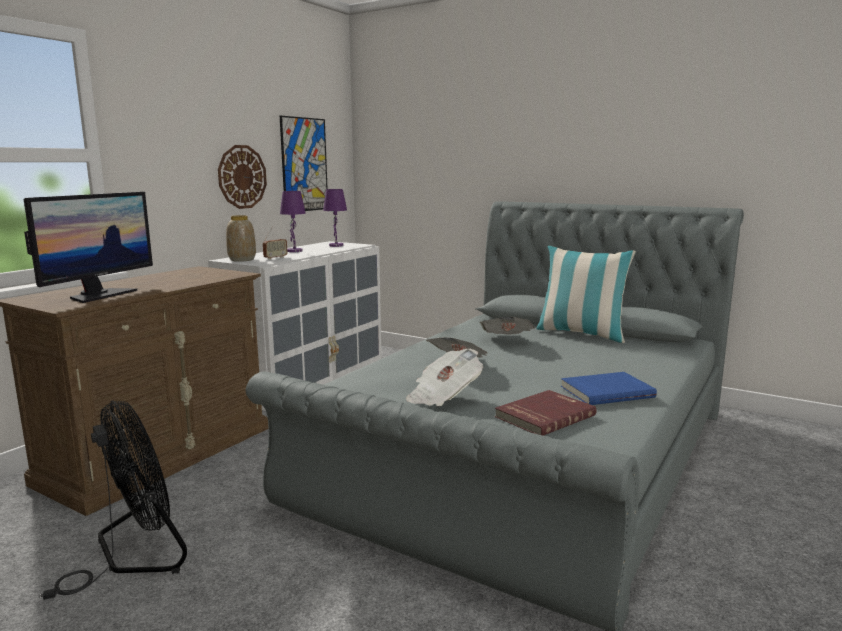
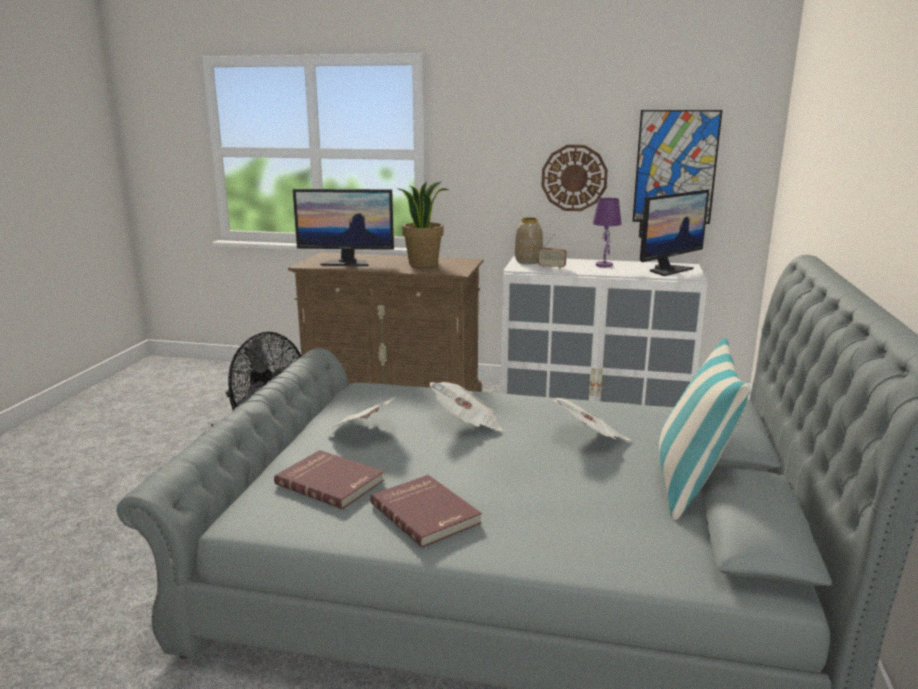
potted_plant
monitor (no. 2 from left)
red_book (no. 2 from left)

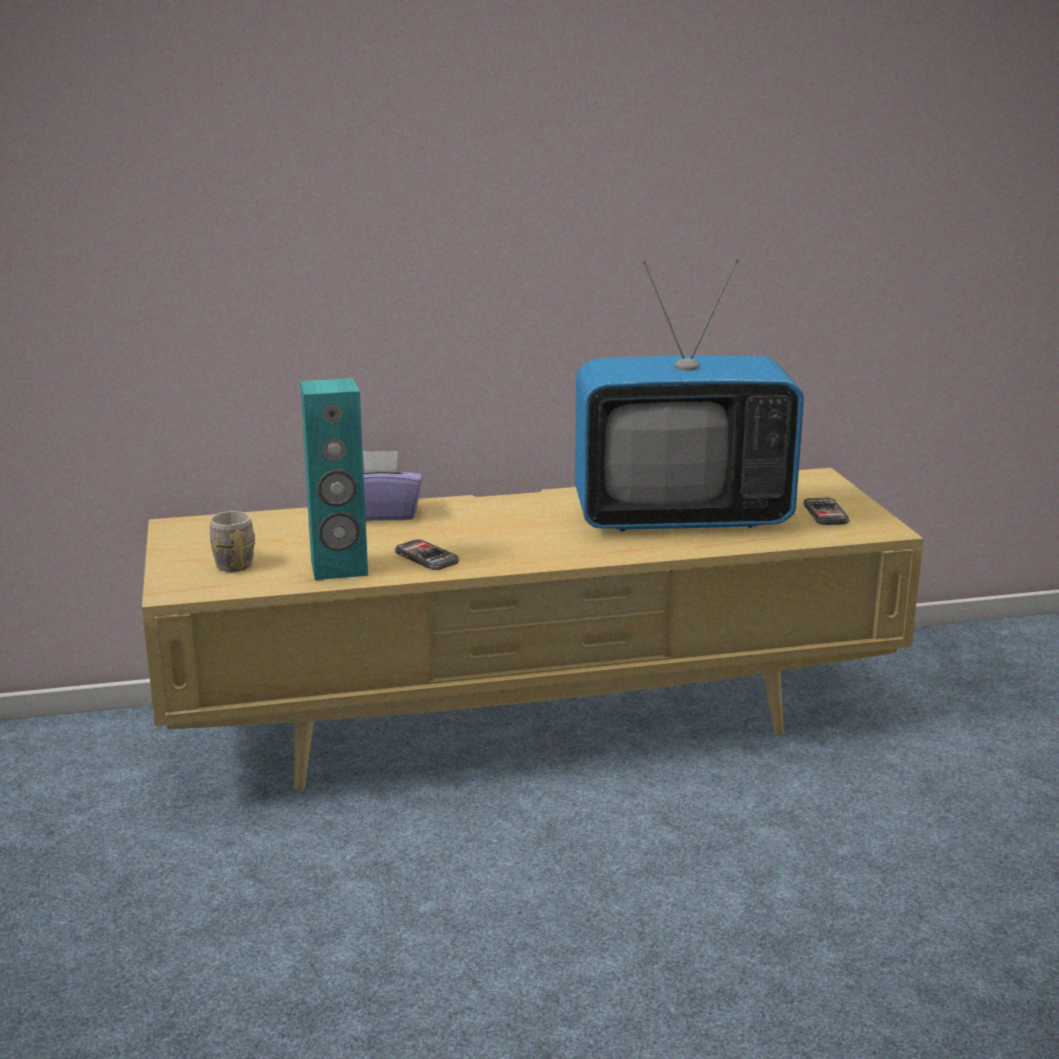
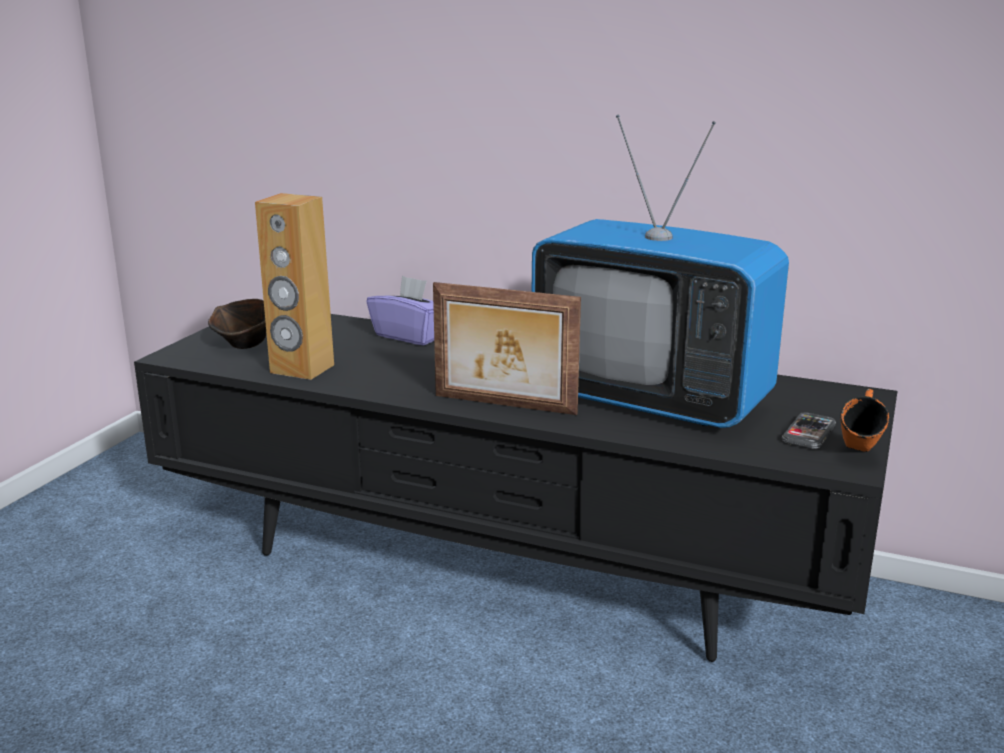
phone (no. 1 from left in the first image)
picture_frame
orange_mug
brown_bowl
black_tv_stand
brown_speaker

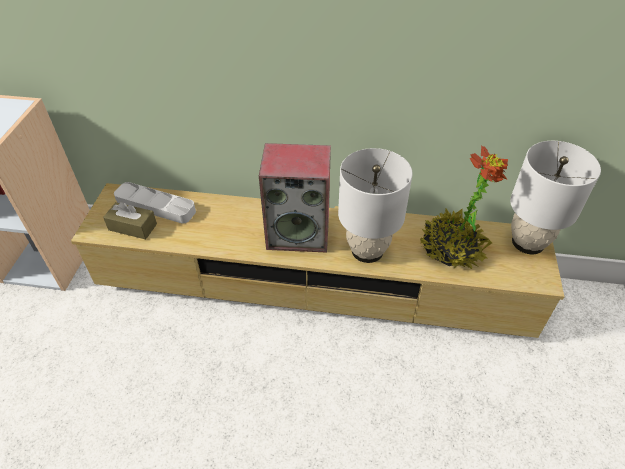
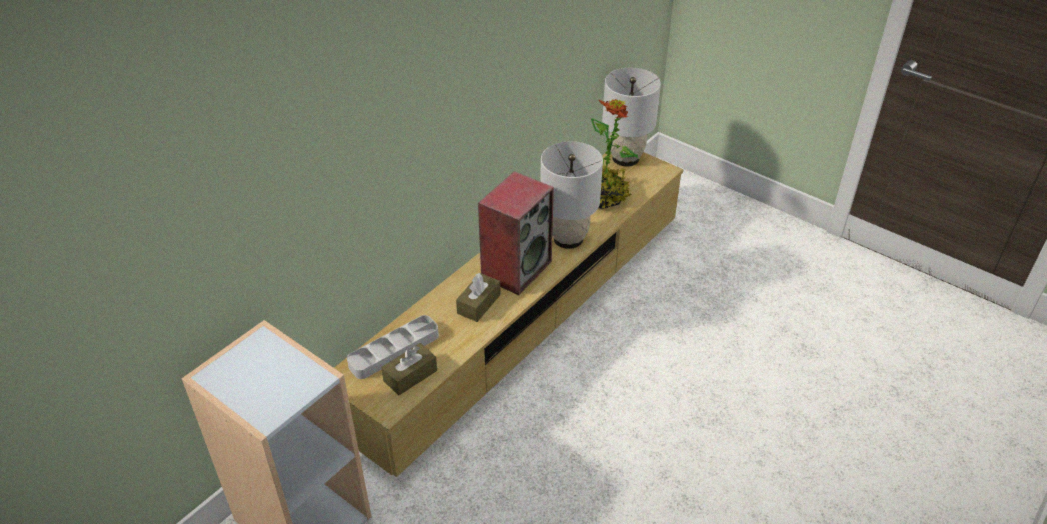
brown_tissue_box (no. 2 from left)

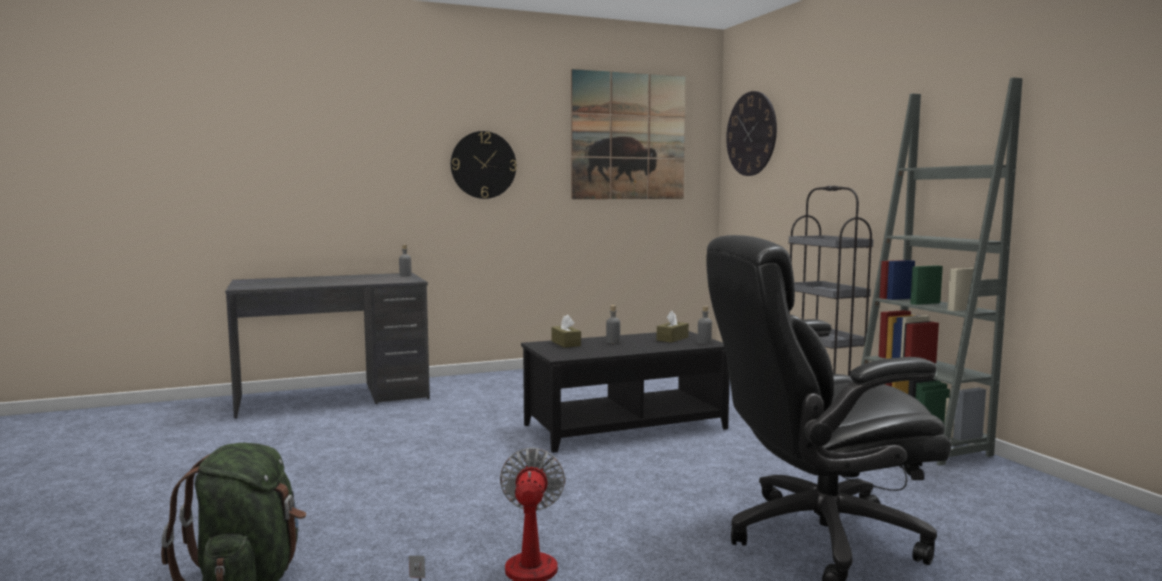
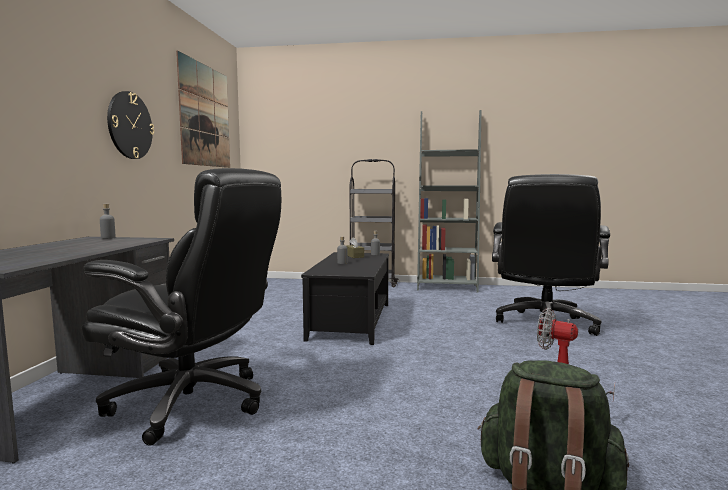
brown_tissue_box (no. 1 from left in the first image)
wall_clock (no. 2 from left in the first image)
black_office_chair (no. 1 from left)

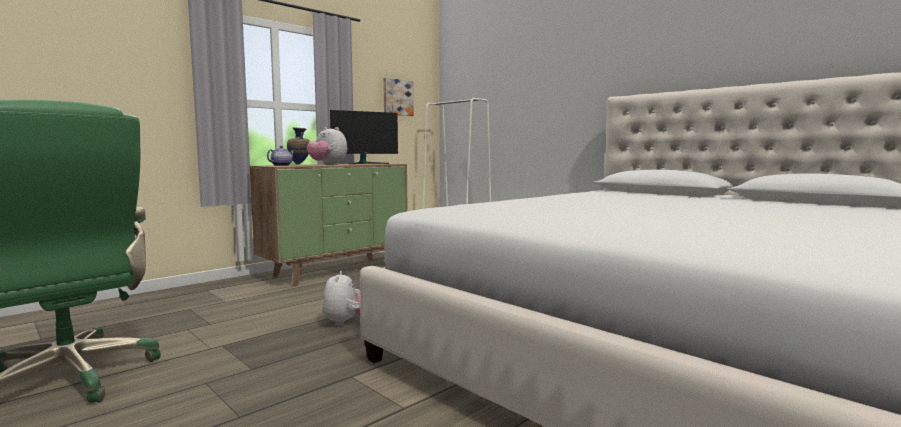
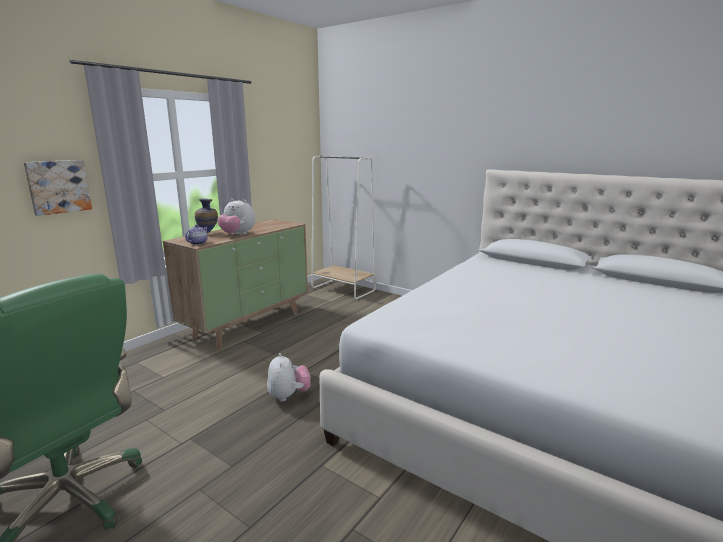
monitor
picture

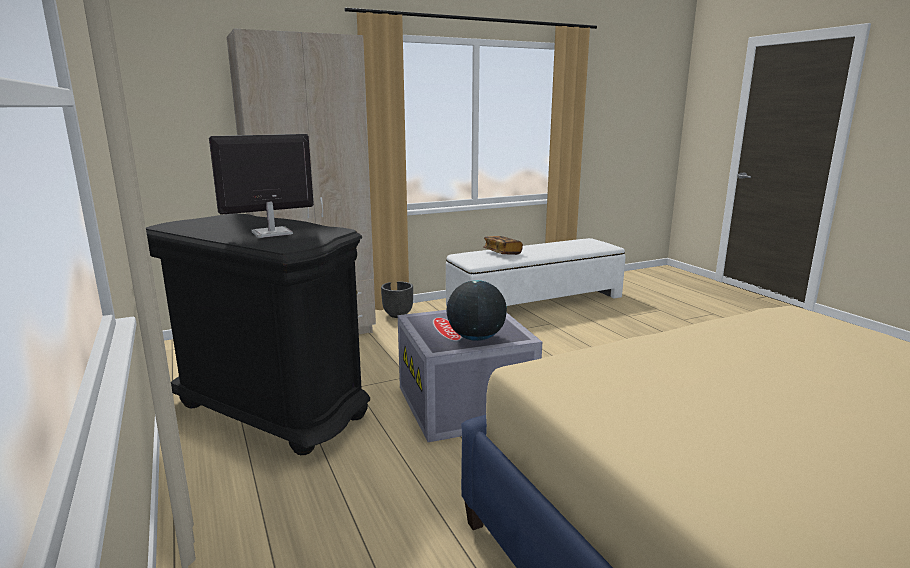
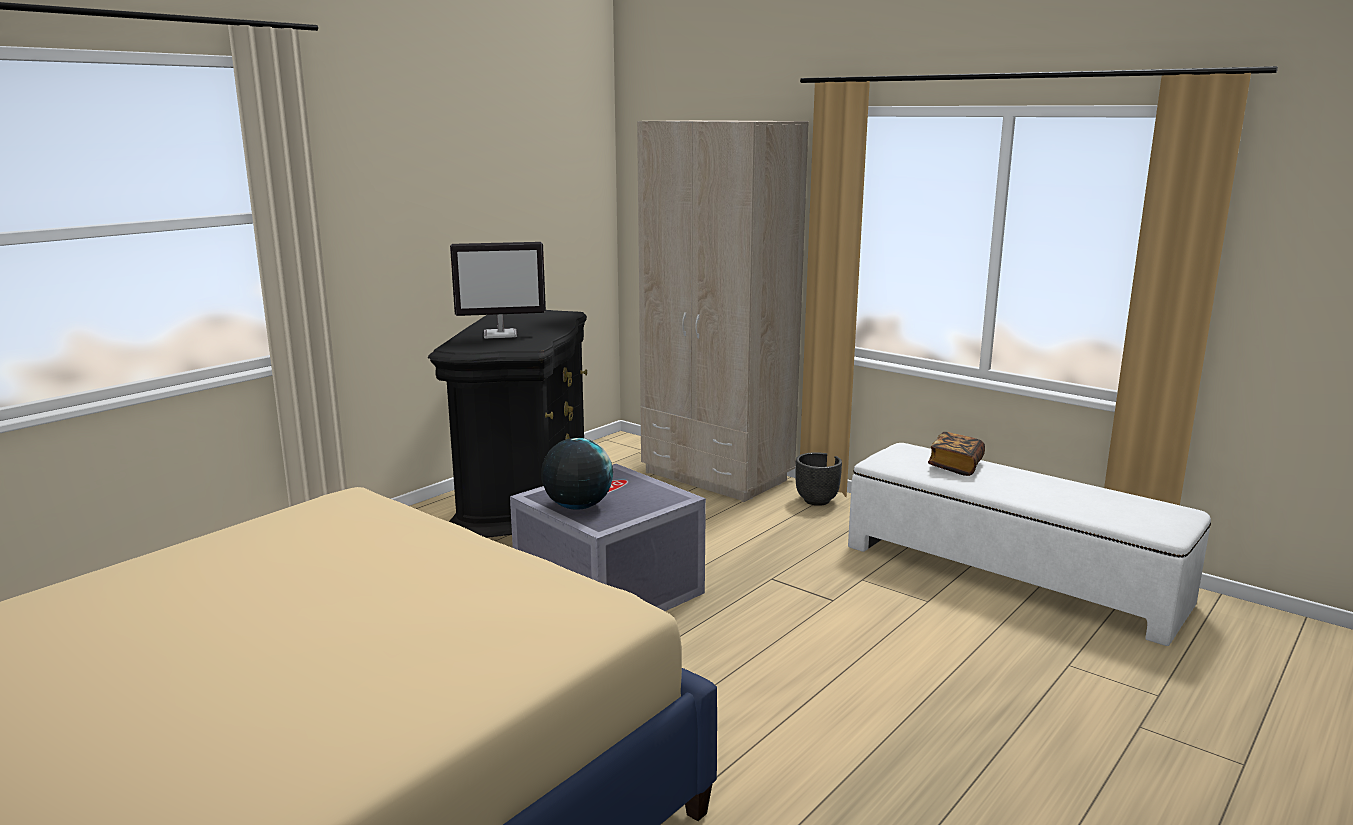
monitor

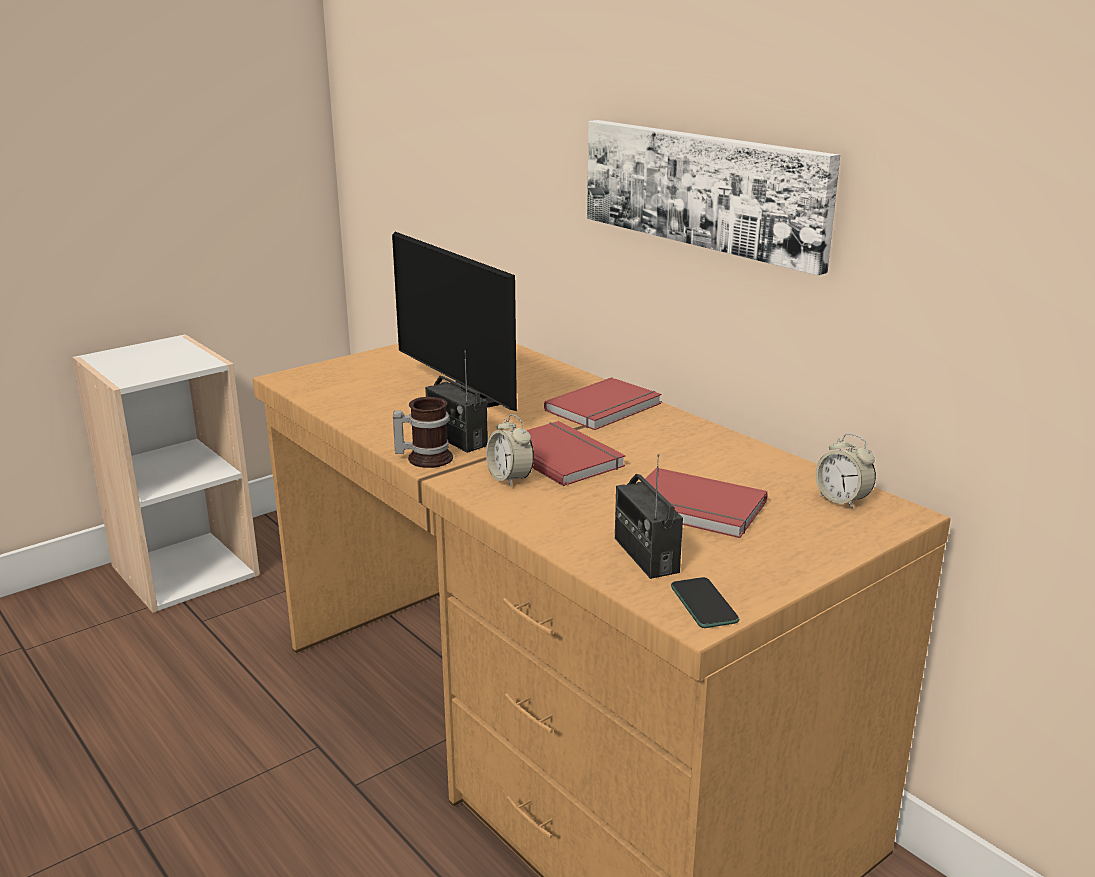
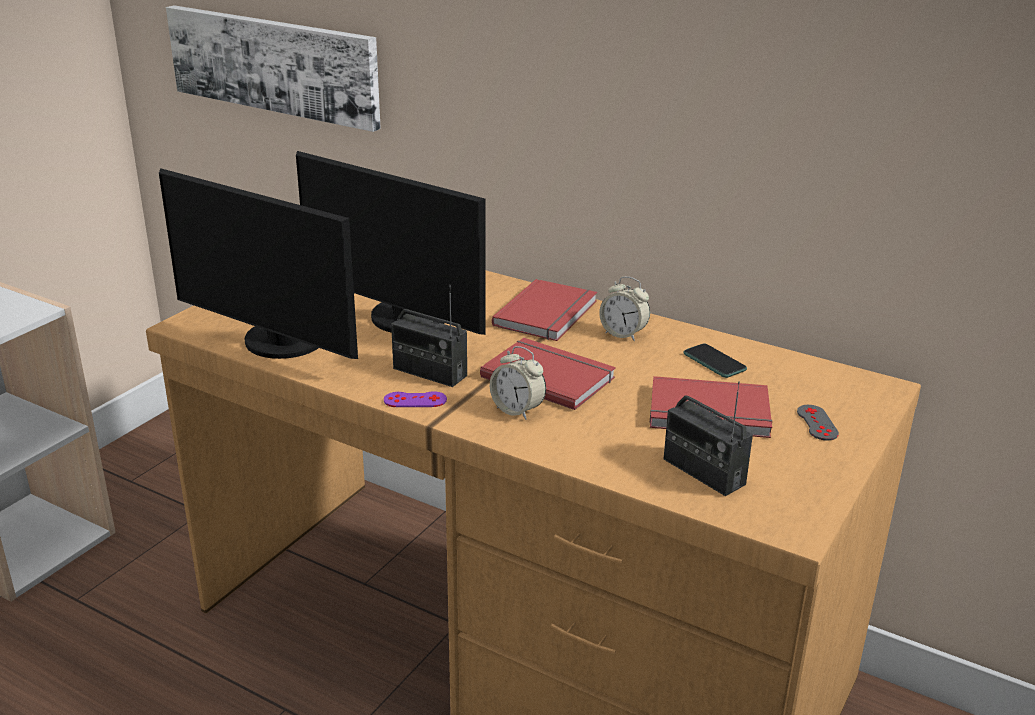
monitor (no. 1 from left)
grey_game_controller
picture
phone
alarm_clock (no. 2 from left)
purple_game_controller

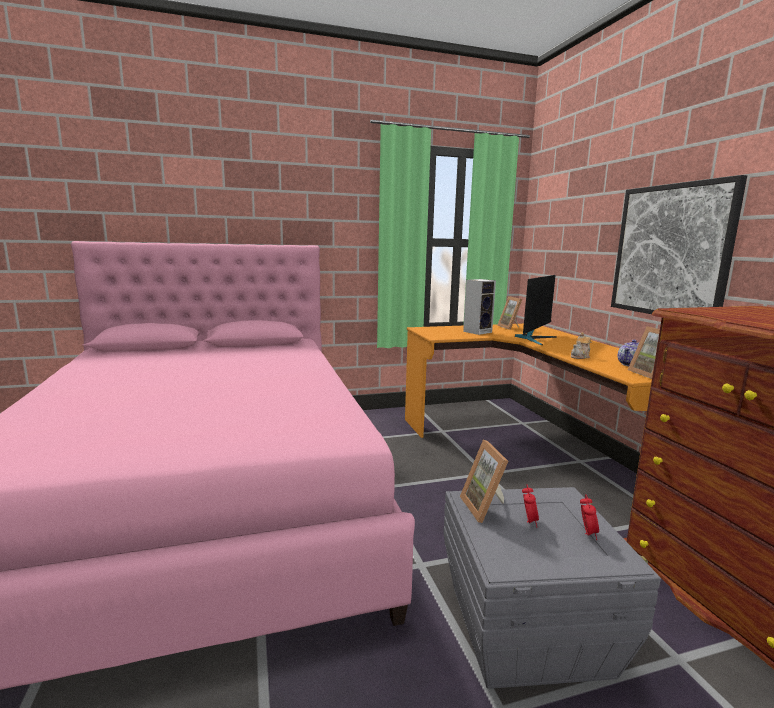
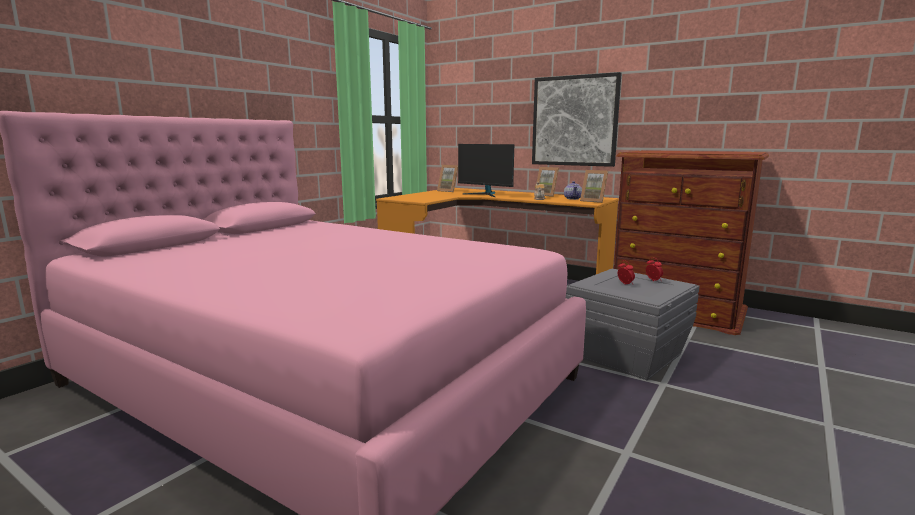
speaker
picture_frame (no. 2 from left)
monitor

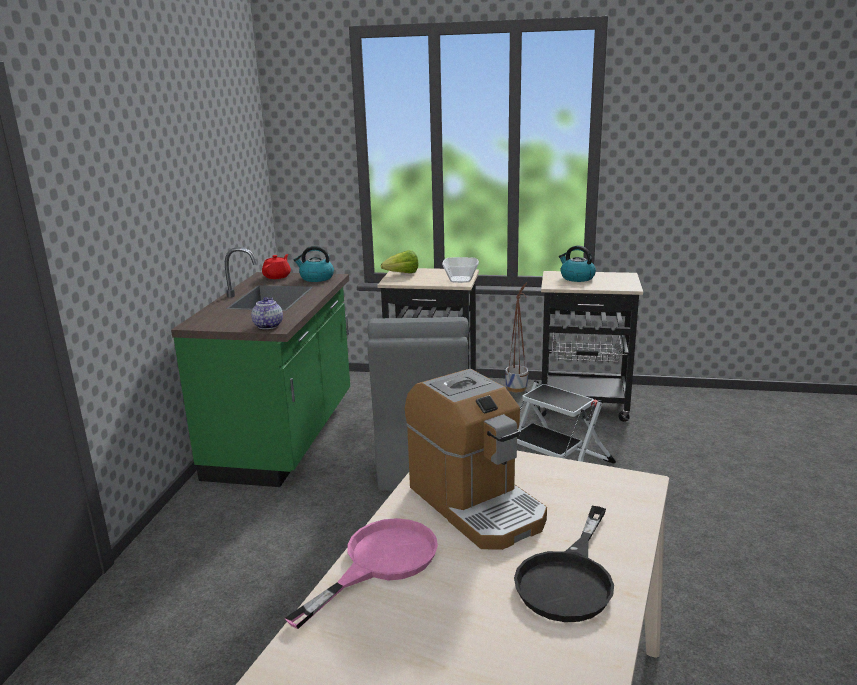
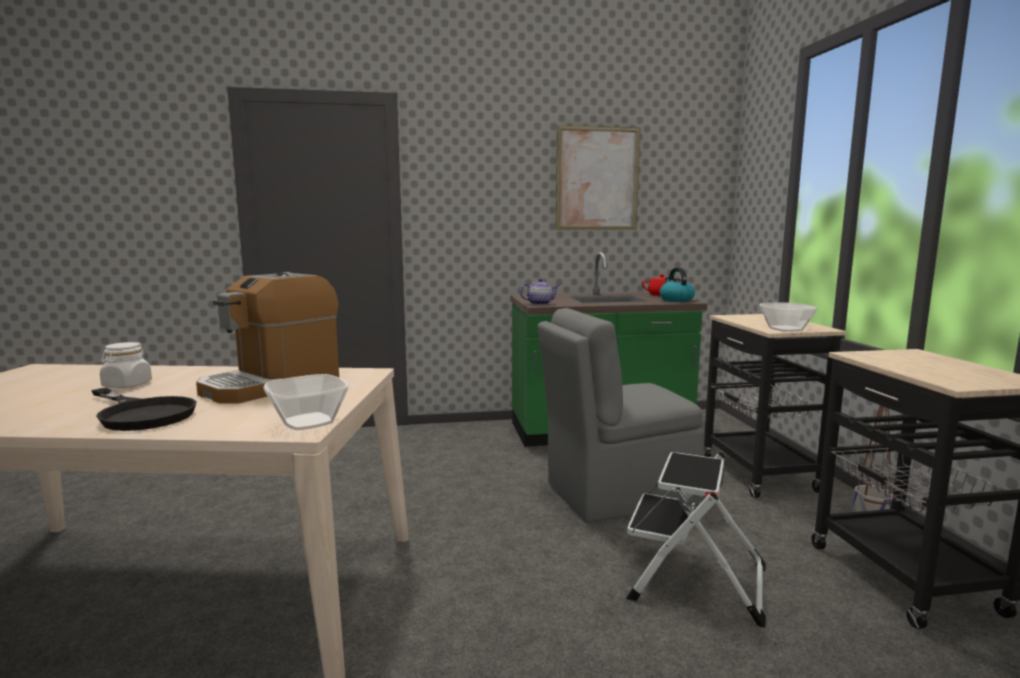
pink_frying_pan
lettuce
kettle (no. 2 from left in the first image)
white_jar
bowl (no. 1 from left)
picture
black_frying_pan

